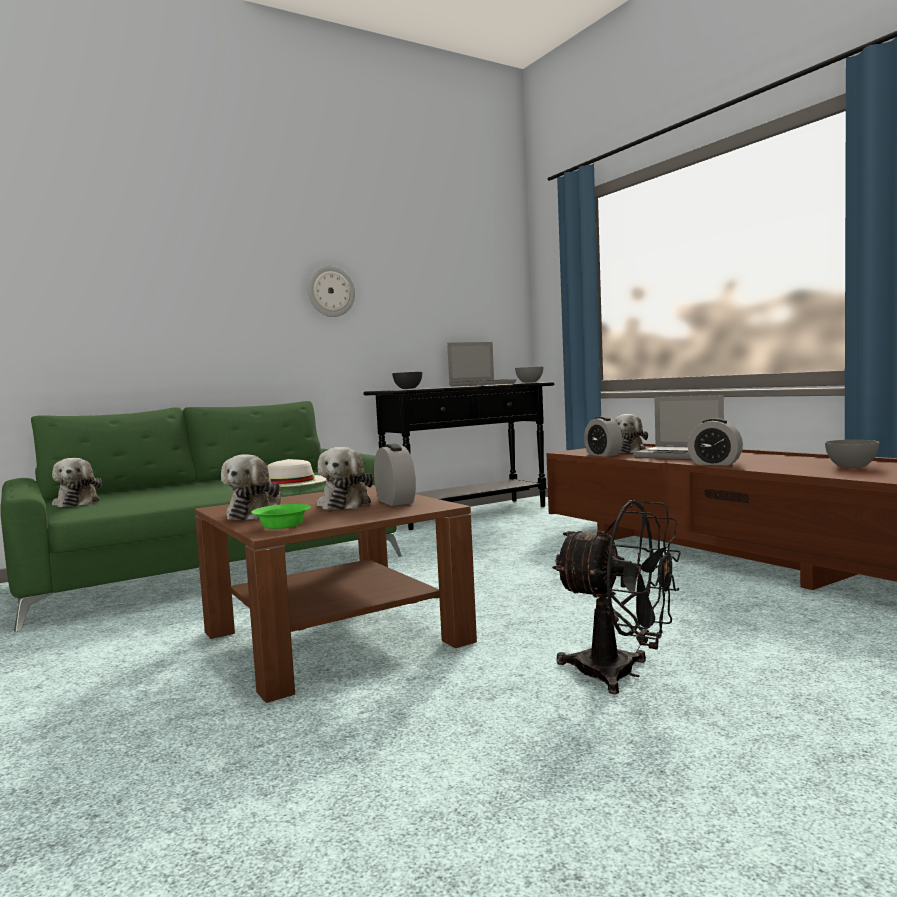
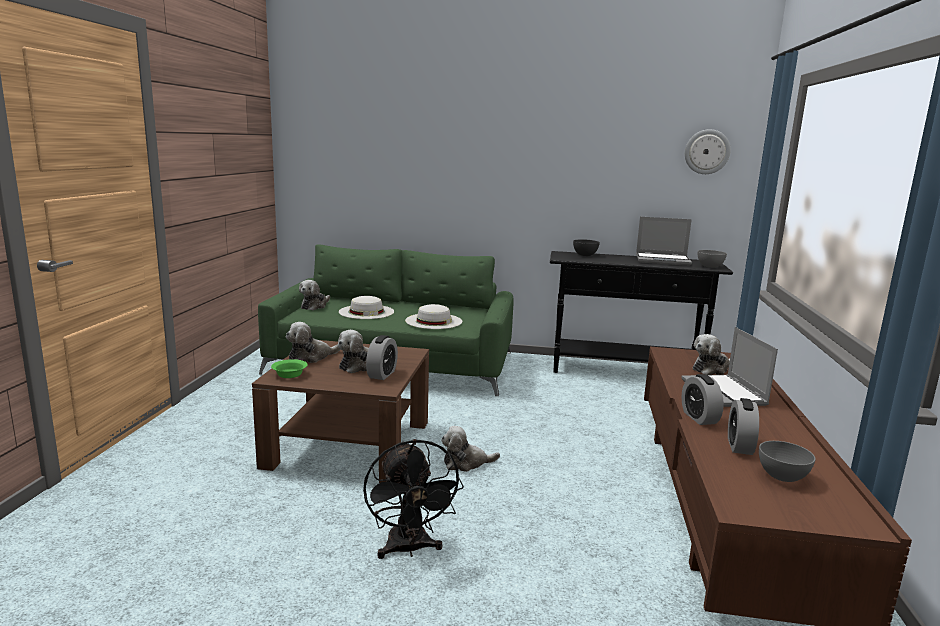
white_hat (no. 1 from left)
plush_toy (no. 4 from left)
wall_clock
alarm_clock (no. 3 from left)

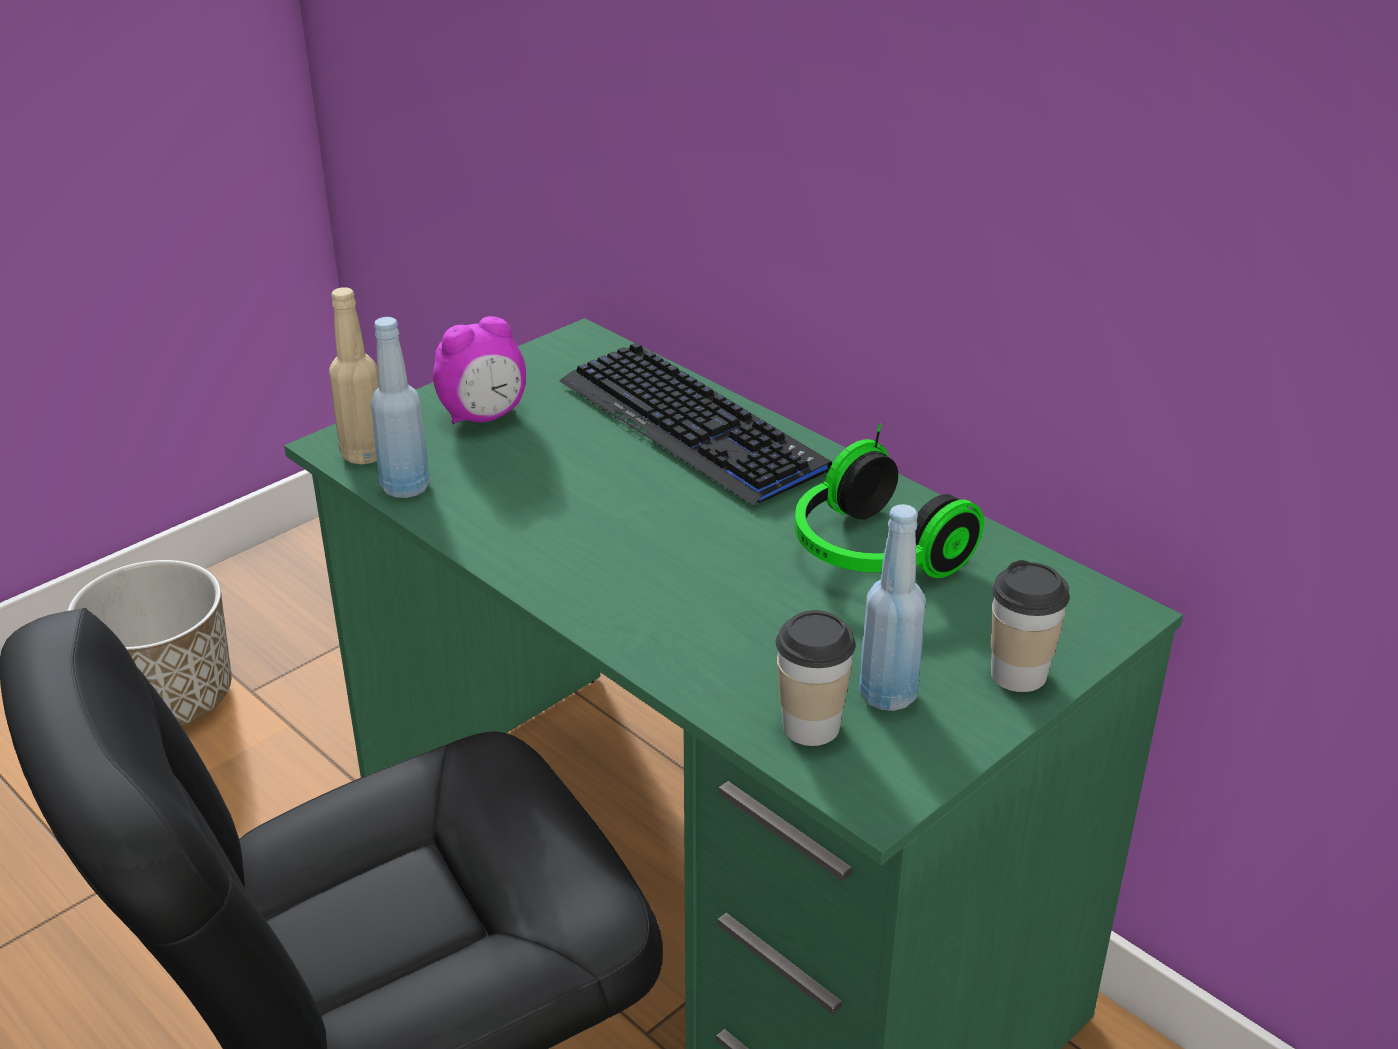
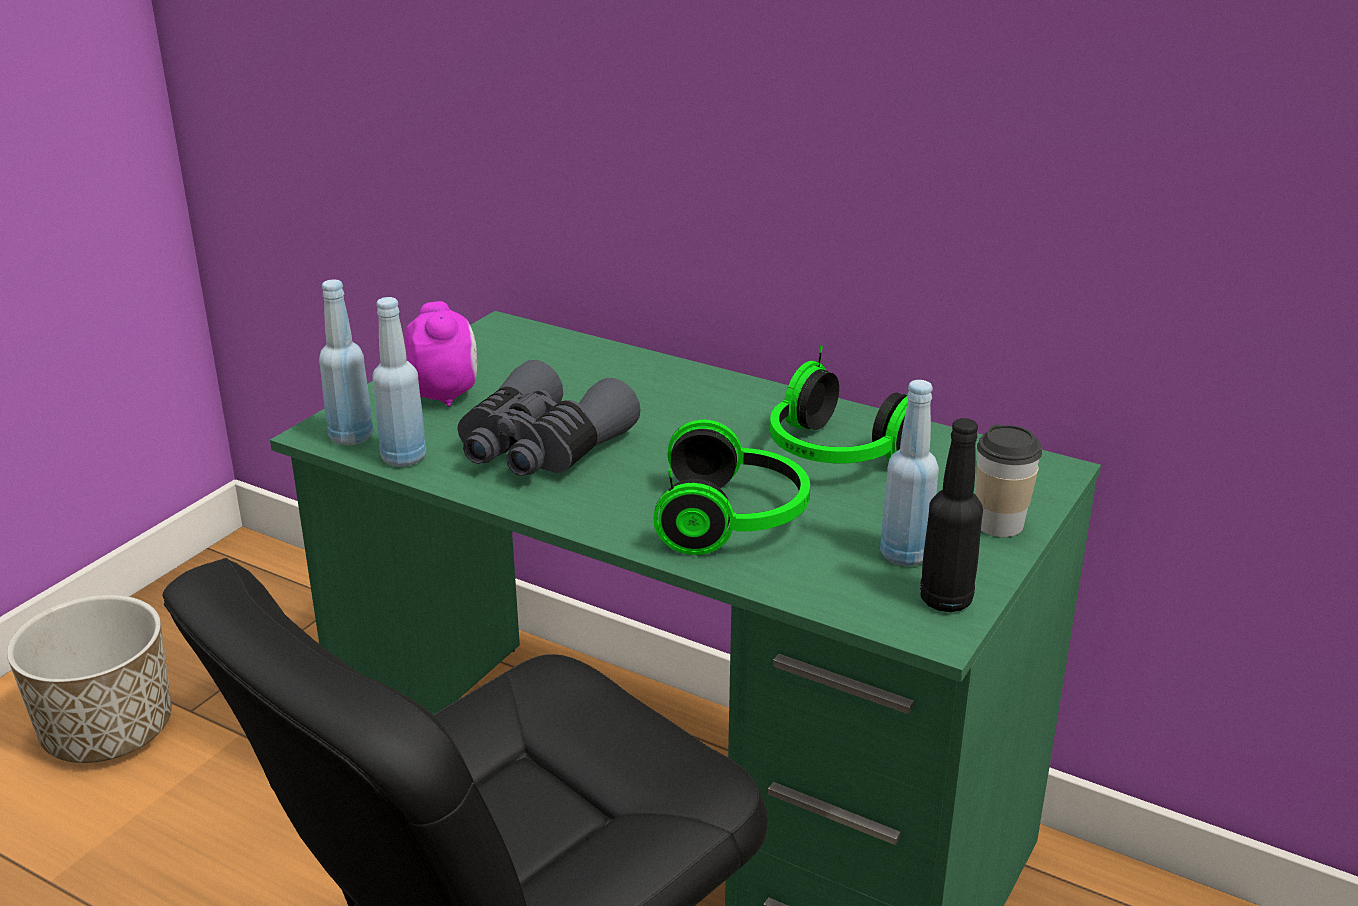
keyboard
cup (no. 1 from left in the first image)
grey_binoculars
headphones (no. 1 from left)
black_bottle
blue_bottle (no. 1 from left)
alarm_clock

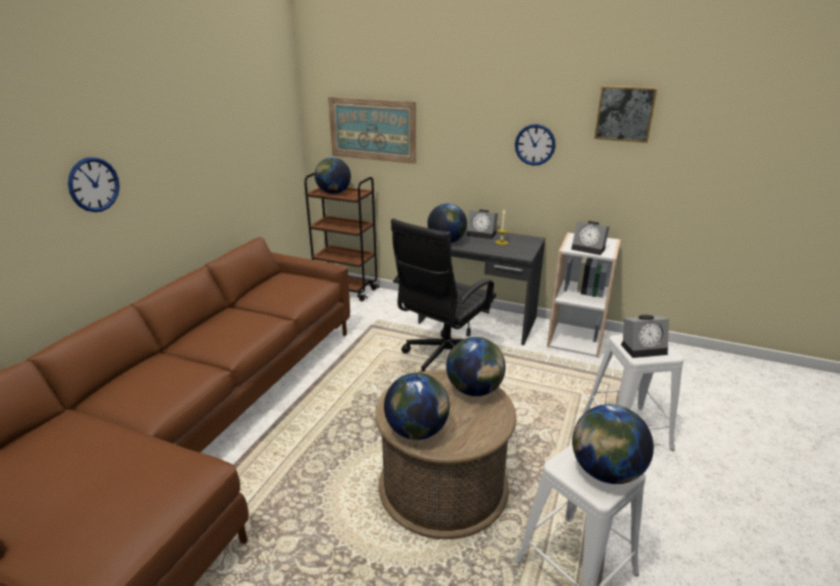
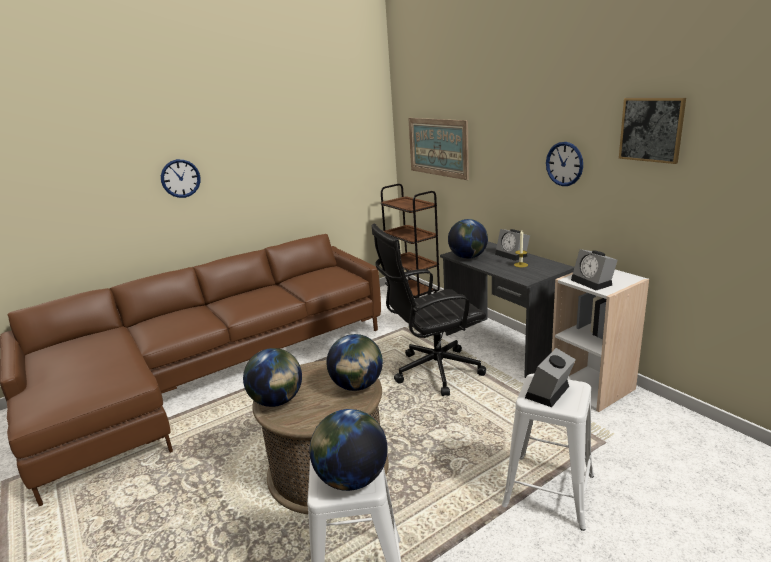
globe (no. 1 from left in the first image)
alarm_clock (no. 2 from left)

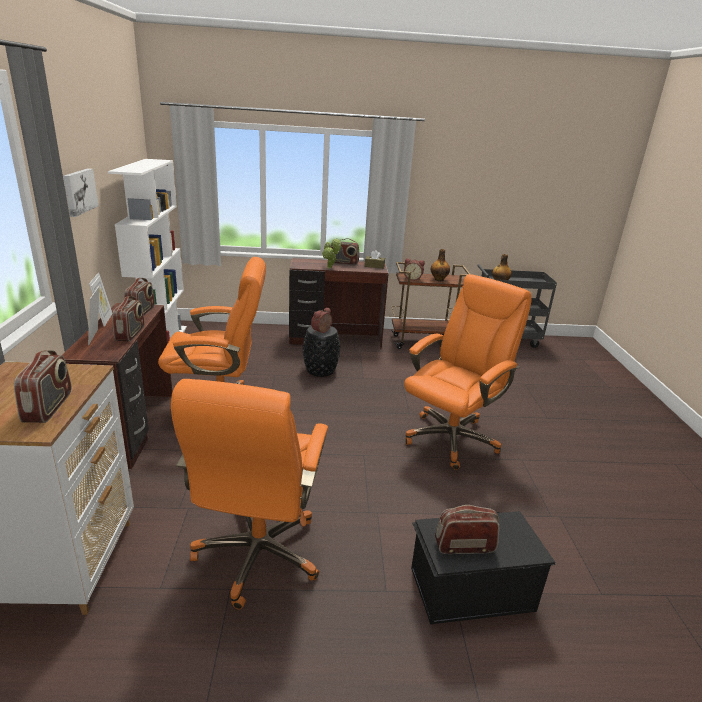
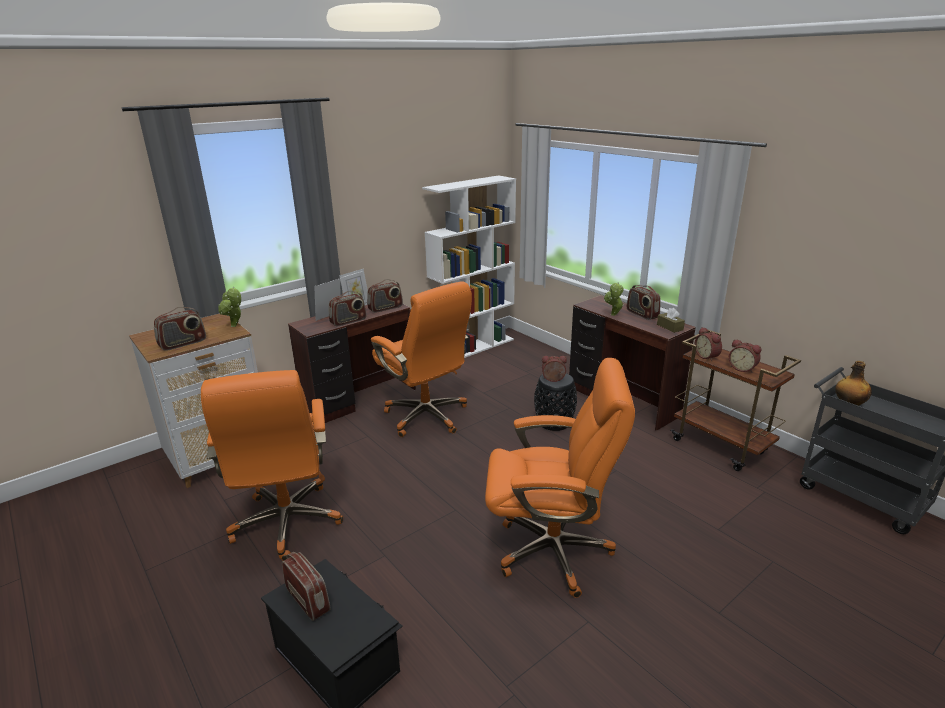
picture
potted_plant (no. 1 from left)
alarm_clock (no. 3 from left)
orange_office_chair (no. 1 from left)

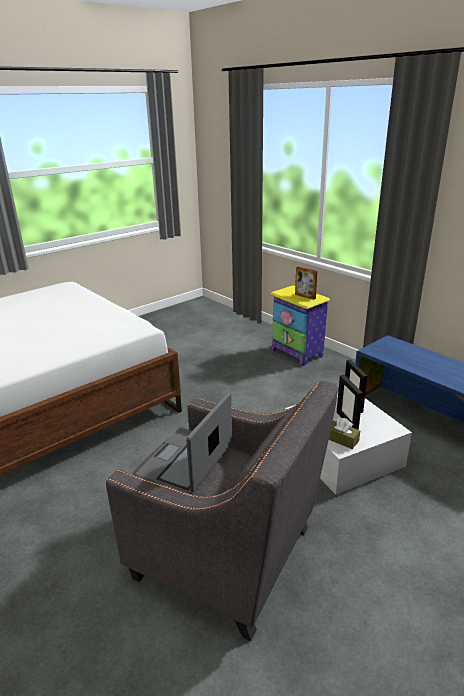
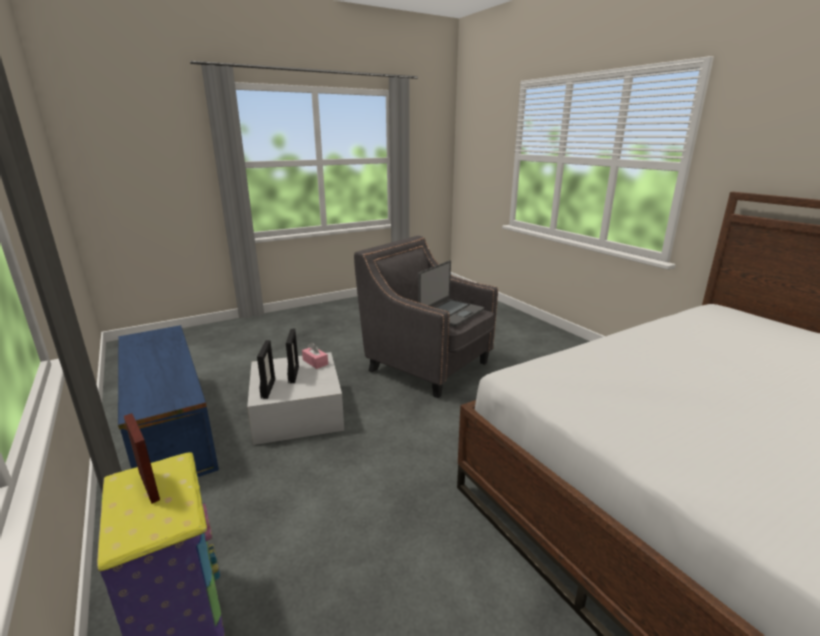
pink_tissue_box

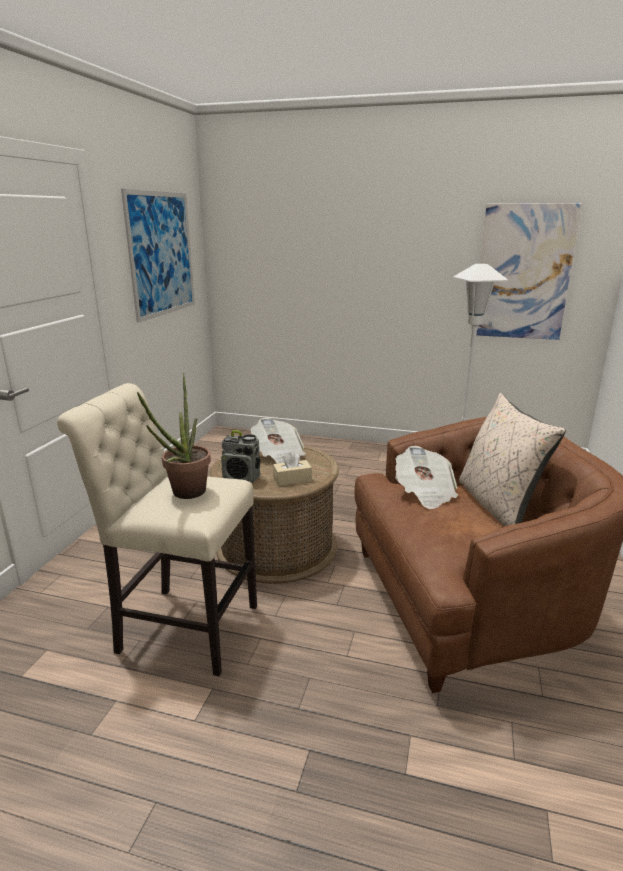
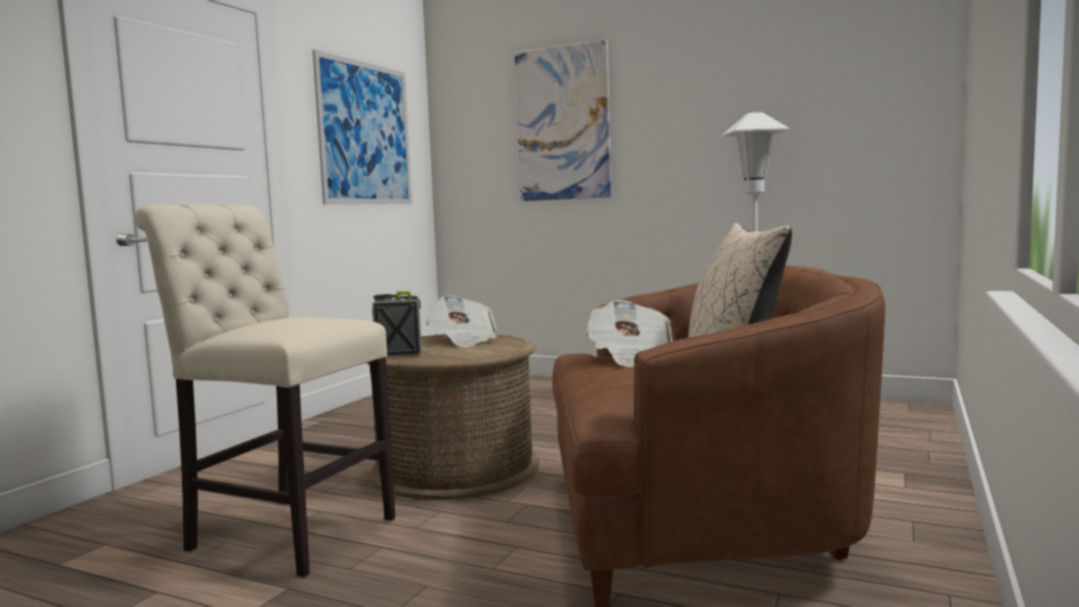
potted_plant
beige_tissue_box
picture (no. 2 from left)
radio

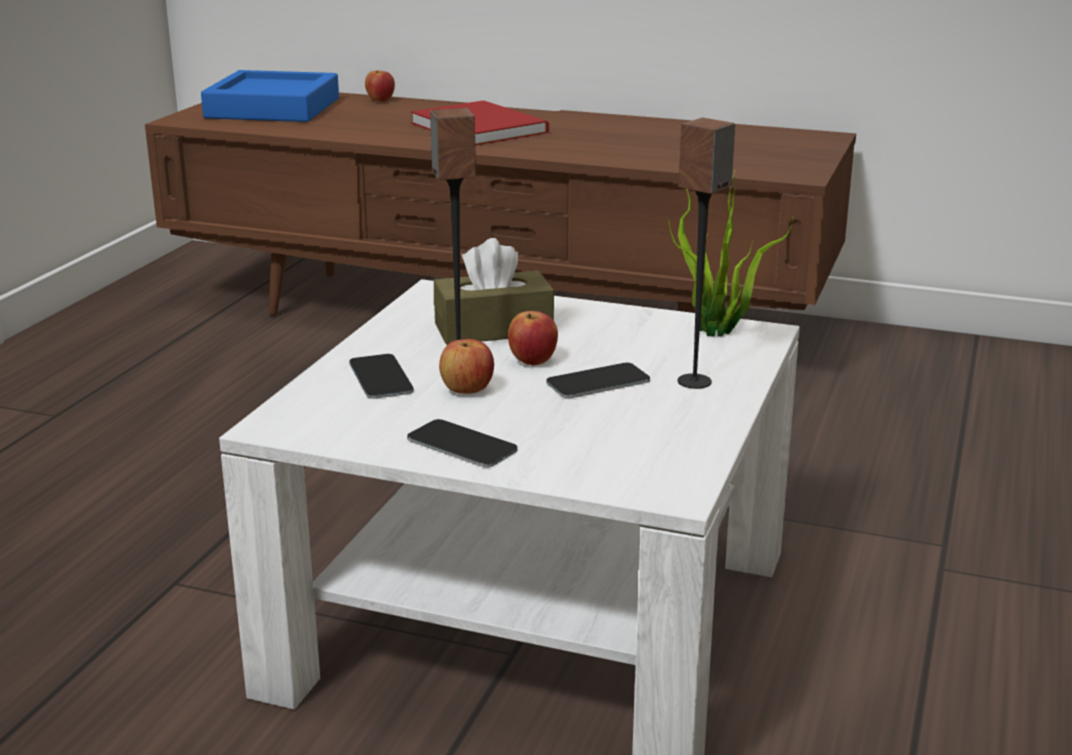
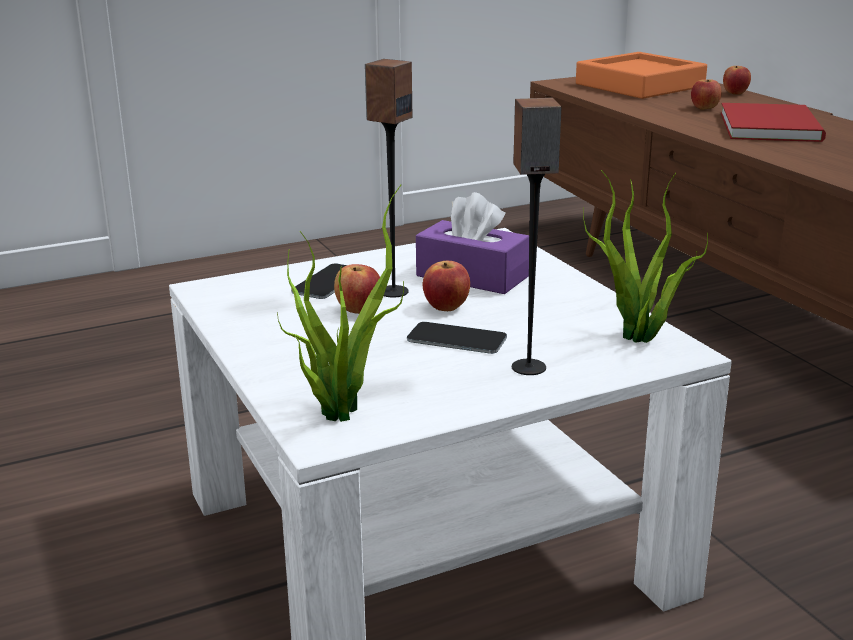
phone (no. 2 from left in the first image)
potted_plant (no. 1 from left)
apple (no. 3 from left)
orange_tray
purple_tissue_box

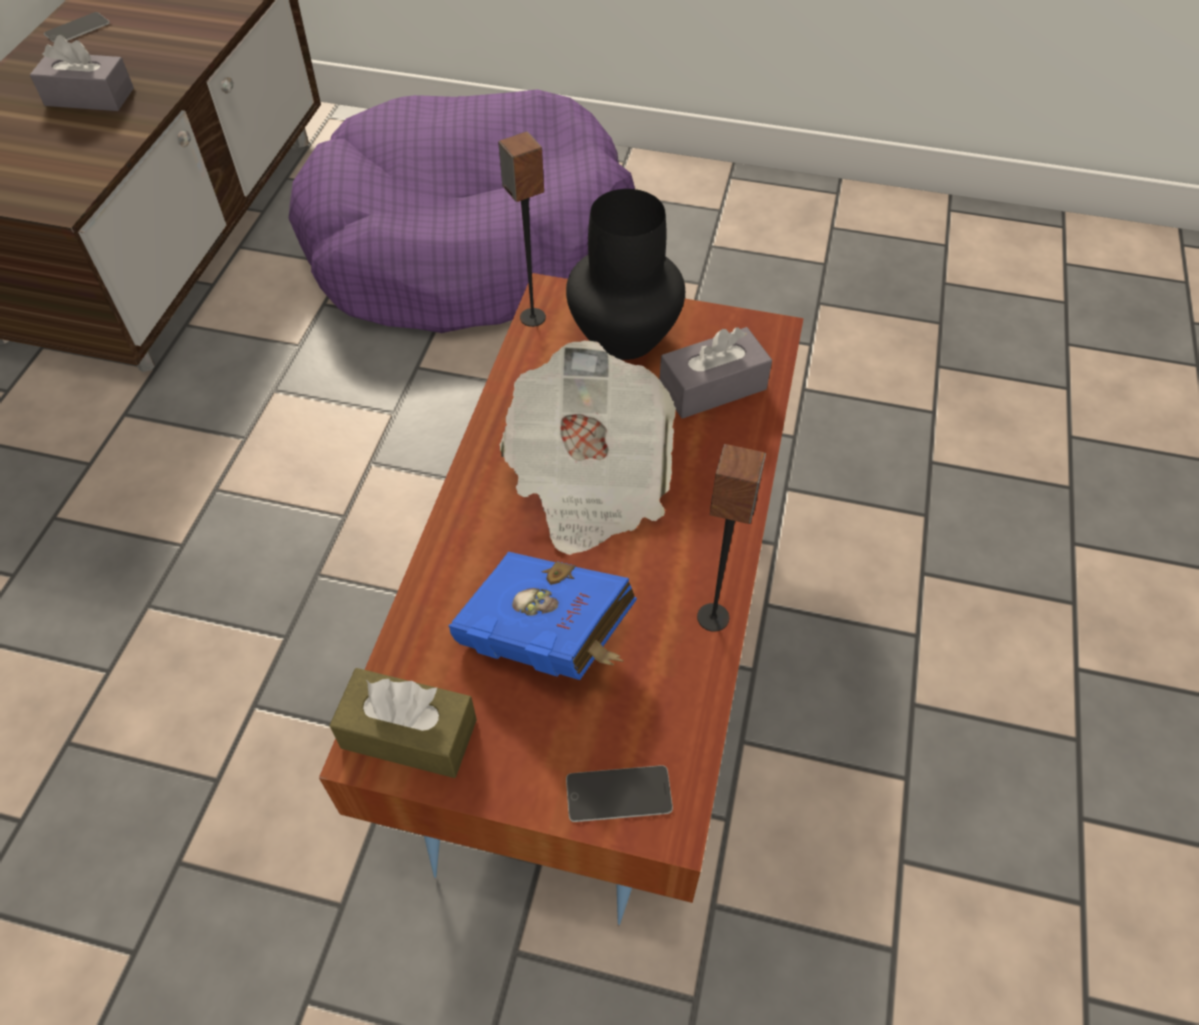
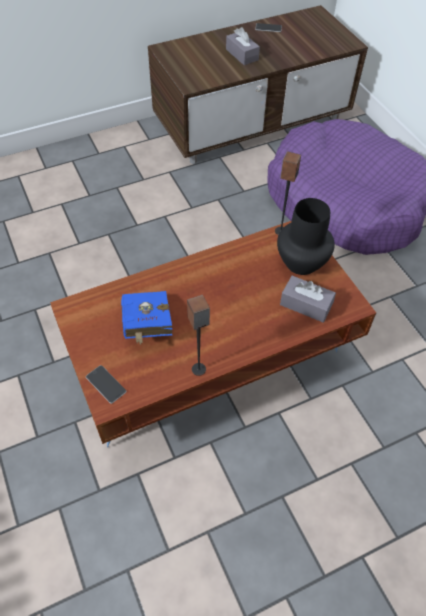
brown_tissue_box
newspaper

